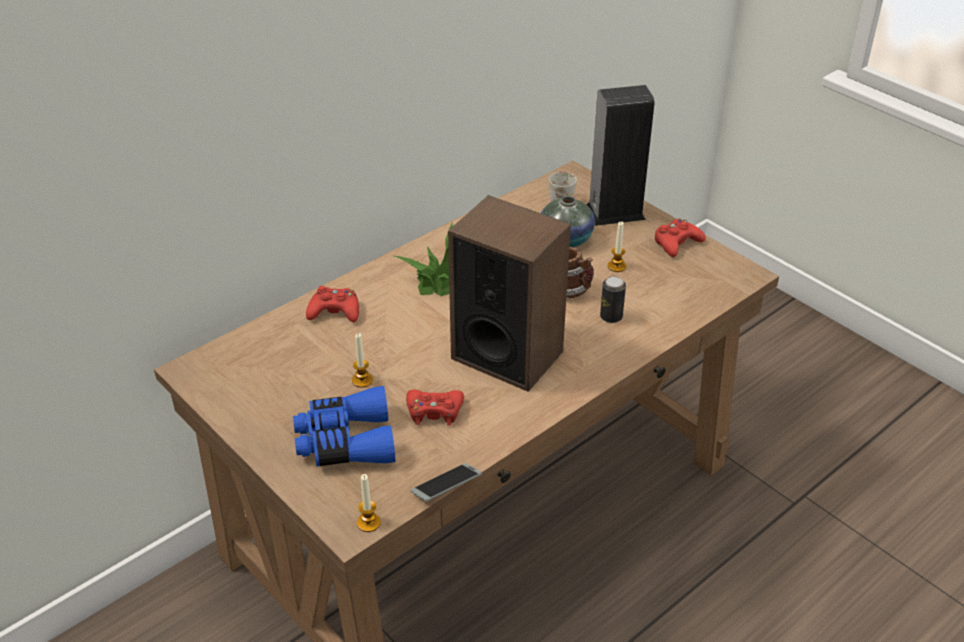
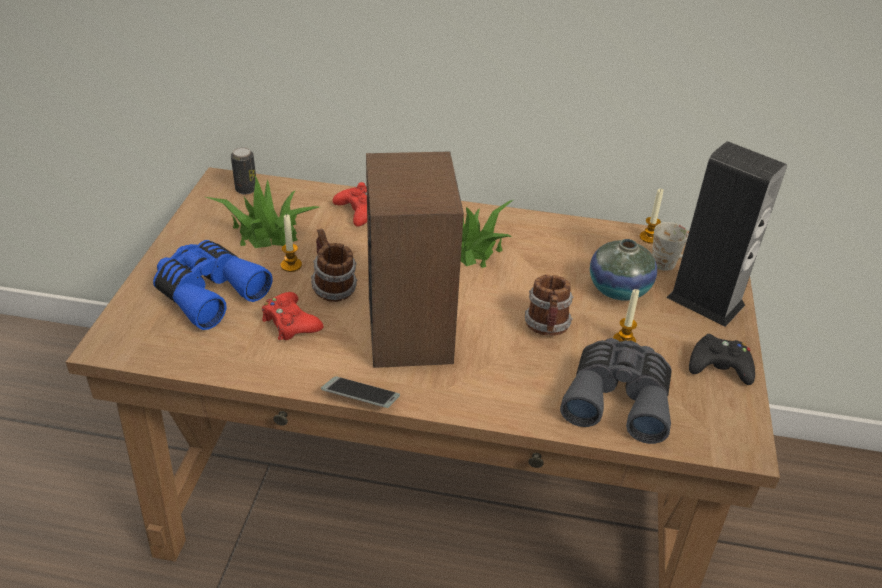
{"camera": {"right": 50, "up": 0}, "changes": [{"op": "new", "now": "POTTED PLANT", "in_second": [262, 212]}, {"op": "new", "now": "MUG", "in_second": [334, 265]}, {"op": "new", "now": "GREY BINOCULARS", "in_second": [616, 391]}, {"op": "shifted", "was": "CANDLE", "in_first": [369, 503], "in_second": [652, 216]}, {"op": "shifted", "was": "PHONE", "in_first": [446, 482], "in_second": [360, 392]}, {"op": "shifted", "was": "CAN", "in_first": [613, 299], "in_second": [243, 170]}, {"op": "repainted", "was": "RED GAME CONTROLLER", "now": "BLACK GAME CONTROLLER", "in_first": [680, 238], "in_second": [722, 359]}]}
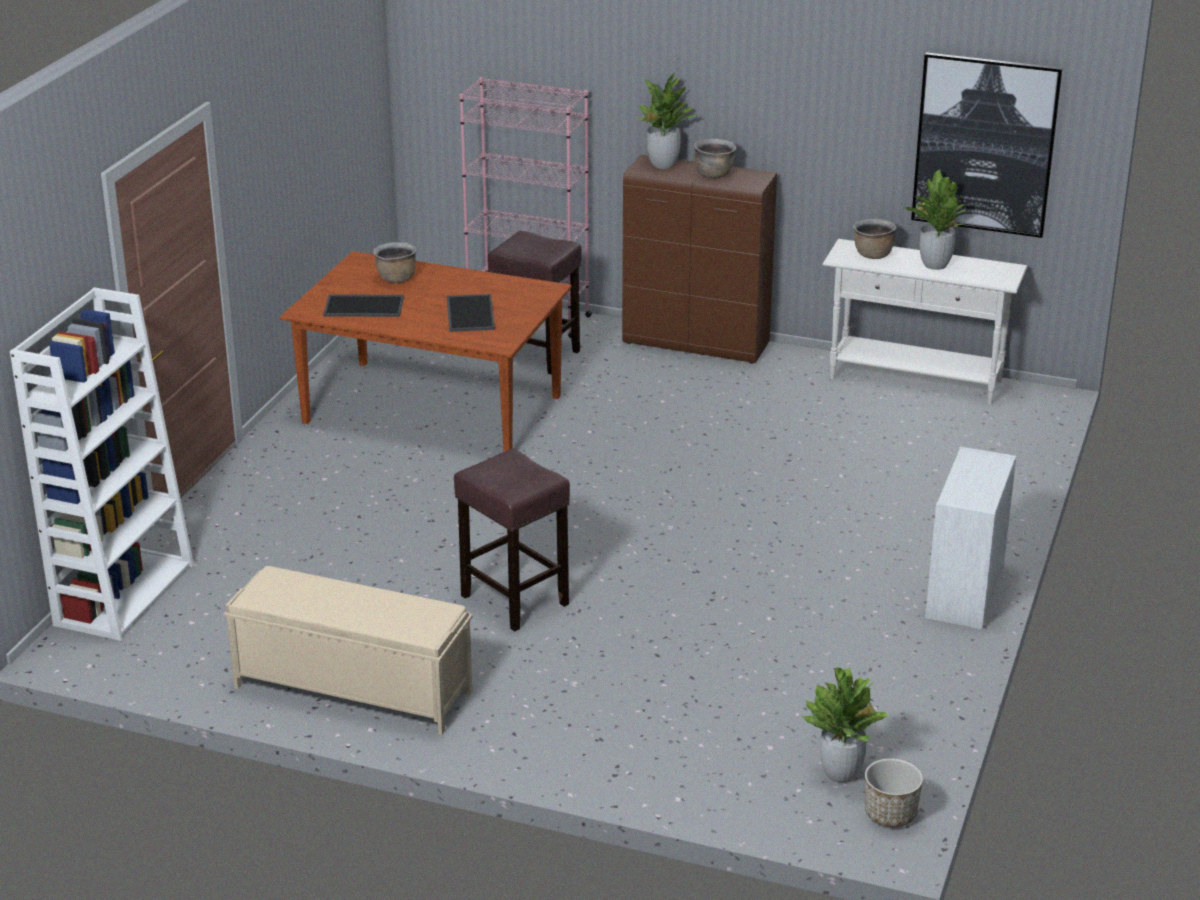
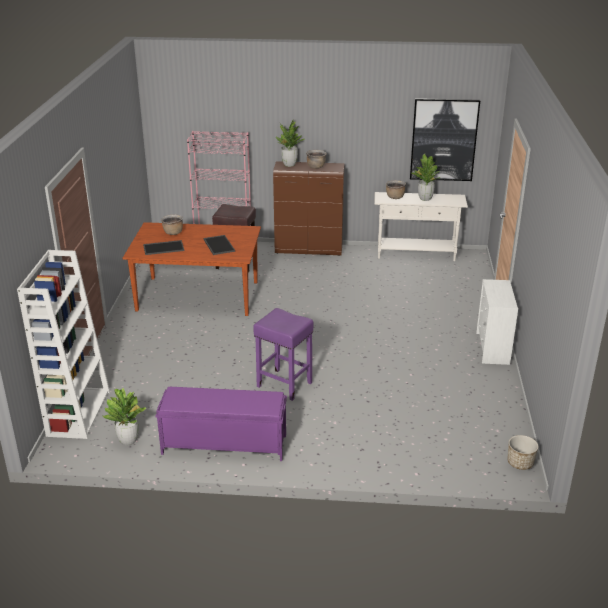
{"camera": {"right": -15, "up": 0}, "changes": [{"op": "shifted", "was": "POTTED PLANT", "in_first": [845, 725], "in_second": [124, 417]}, {"op": "repainted", "was": "BEIGE BENCH", "now": "PURPLE BENCH", "in_first": [348, 650], "in_second": [221, 424]}, {"op": "repainted", "was": "BROWN STOOL", "now": "PURPLE STOOL", "in_first": [512, 540], "in_second": [283, 354]}]}
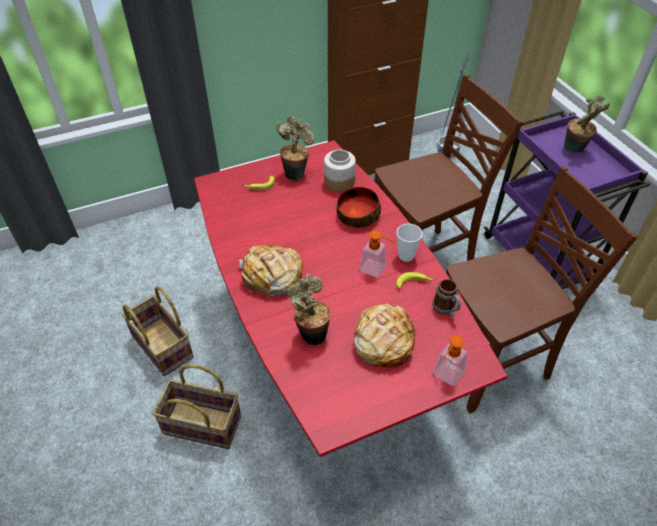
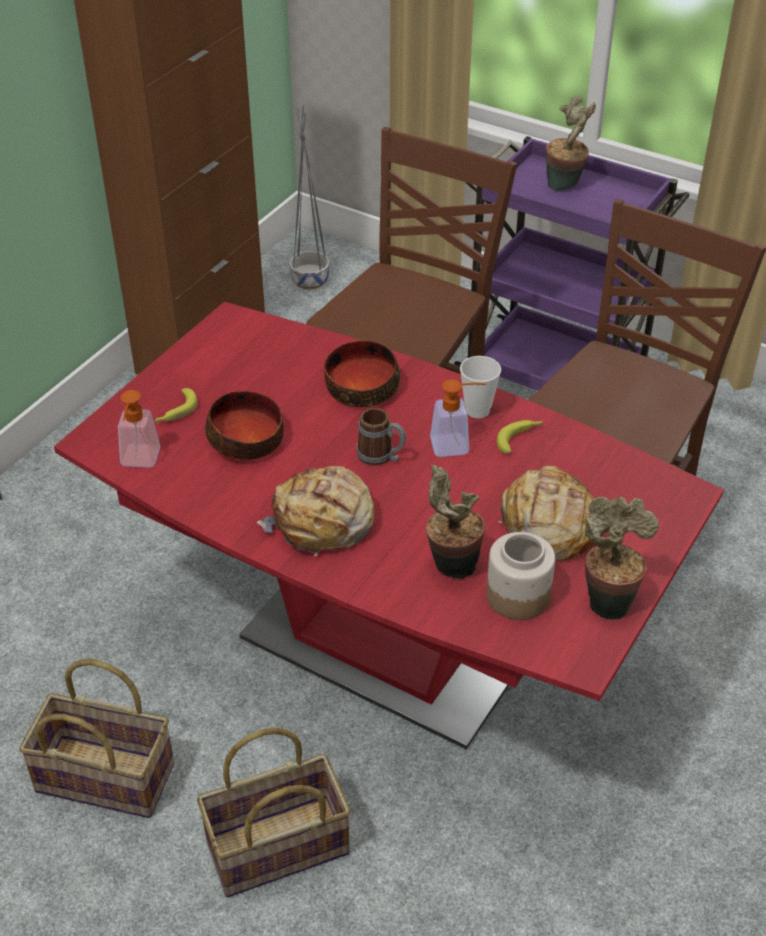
{"camera": {"right": -35, "up": -5}, "changes": [{"op": "new", "now": "BOWL", "in_second": [244, 425]}, {"op": "shifted", "was": "POTTED PLANT", "in_first": [295, 148], "in_second": [622, 558]}, {"op": "shifted", "was": "JAR", "in_first": [340, 170], "in_second": [520, 576]}, {"op": "shifted", "was": "MUG", "in_first": [446, 298], "in_second": [381, 437]}, {"op": "shifted", "was": "SOAP DISPENSER", "in_first": [450, 360], "in_second": [139, 429]}]}
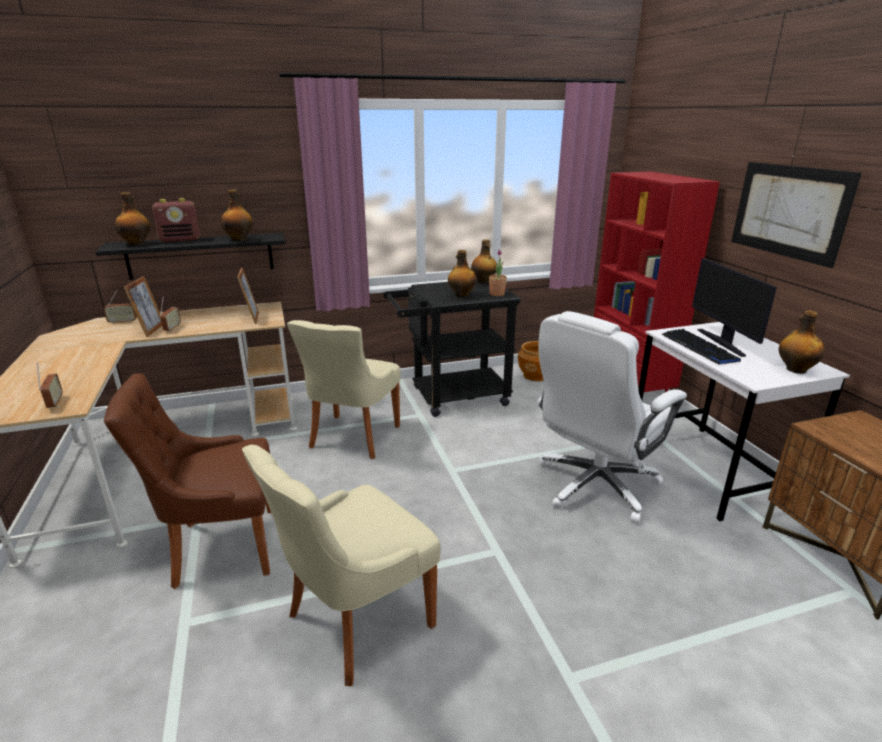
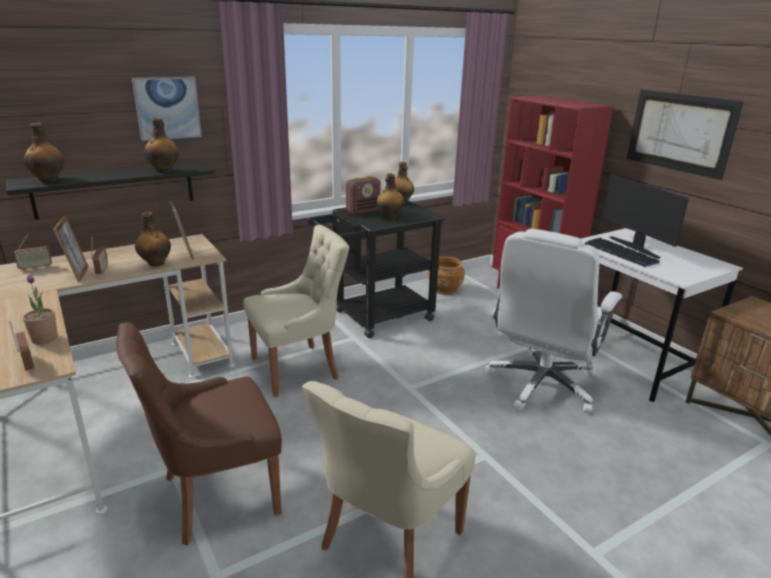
{"camera": {"right": -15, "up": 0}, "changes": [{"op": "new", "now": "PICTURE", "in_second": [167, 109]}, {"op": "shifted", "was": "RADIO", "in_first": [176, 220], "in_second": [363, 195]}, {"op": "shifted", "was": "POTTED PLANT", "in_first": [498, 273], "in_second": [40, 310]}, {"op": "shifted", "was": "BOTTLE", "in_first": [802, 342], "in_second": [153, 239]}, {"op": "rotated", "was": "BEIGE CHAIR", "in_first": [344, 389], "in_second": [296, 311], "clockwise": -120}]}
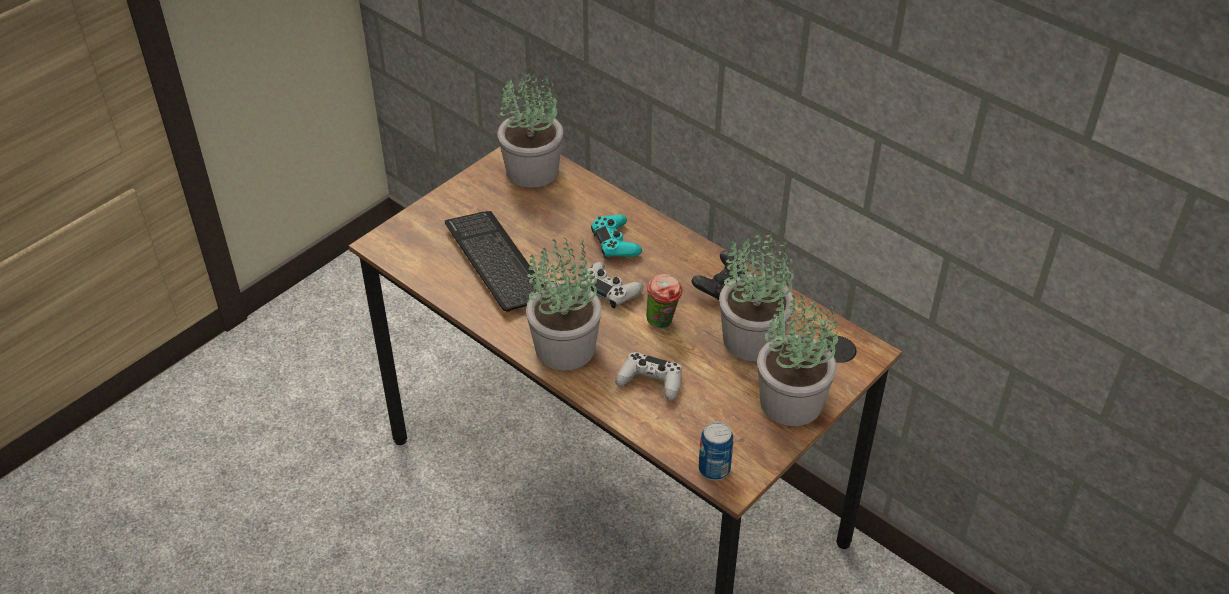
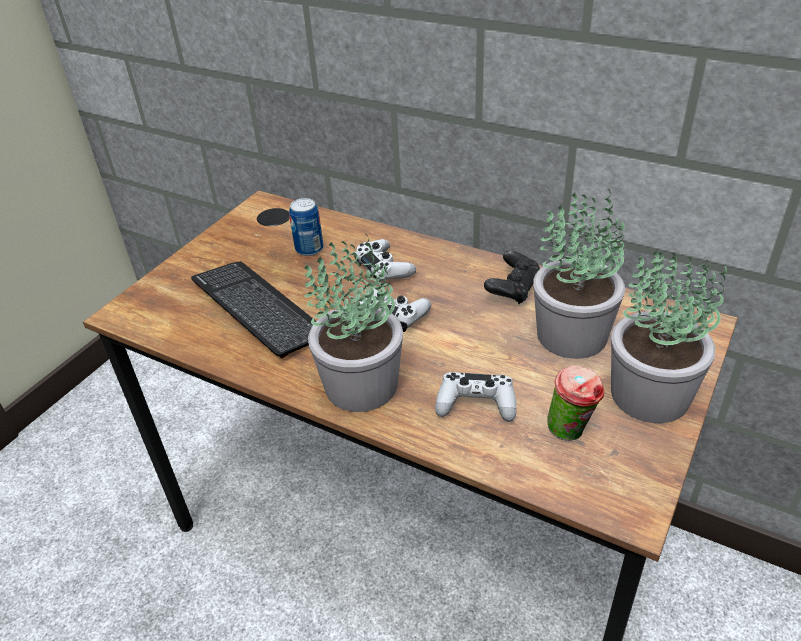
{"camera": {"right": -10, "up": -5}, "changes": [{"op": "gone", "was": "POTTED PLANT", "in_first": [530, 128]}, {"op": "shifted", "was": "CUP", "in_first": [664, 301], "in_second": [575, 403]}, {"op": "shifted", "was": "CAN", "in_first": [716, 451], "in_second": [306, 227]}, {"op": "repainted", "was": "TURQUOISE GAME CONTROLLER", "now": "WHITE GAME CONTROLLER", "in_first": [616, 236], "in_second": [385, 261]}]}
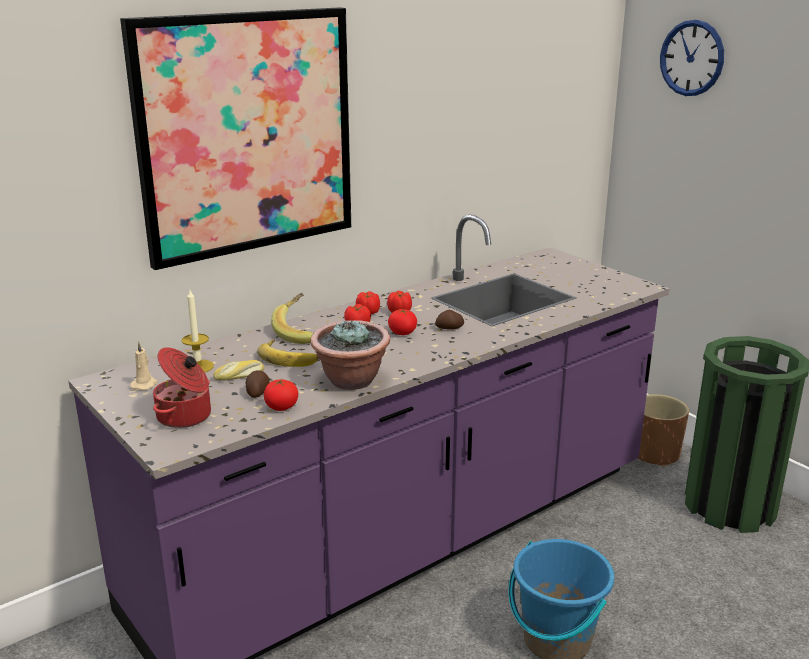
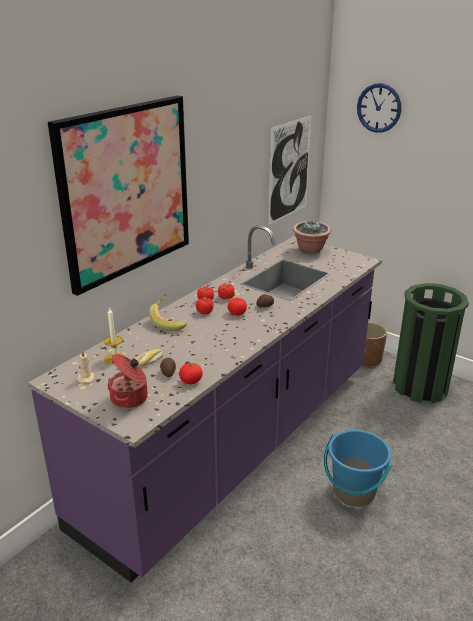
{"camera": {"right": -15, "up": 5}, "changes": [{"op": "gone", "was": "BANANA", "in_first": [288, 353]}, {"op": "new", "now": "PICTURE", "in_second": [289, 170]}, {"op": "shifted", "was": "POTTED PLANT", "in_first": [350, 354], "in_second": [312, 237]}]}
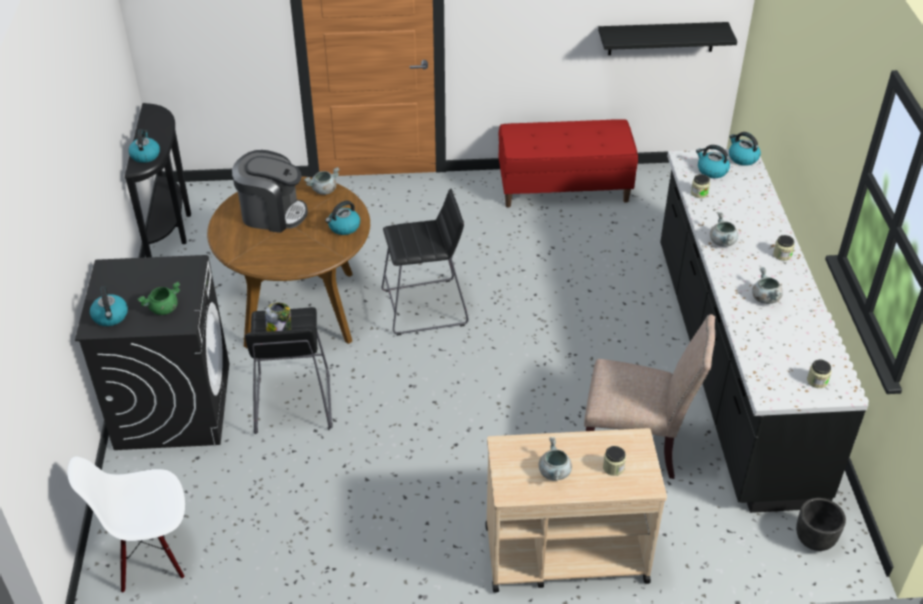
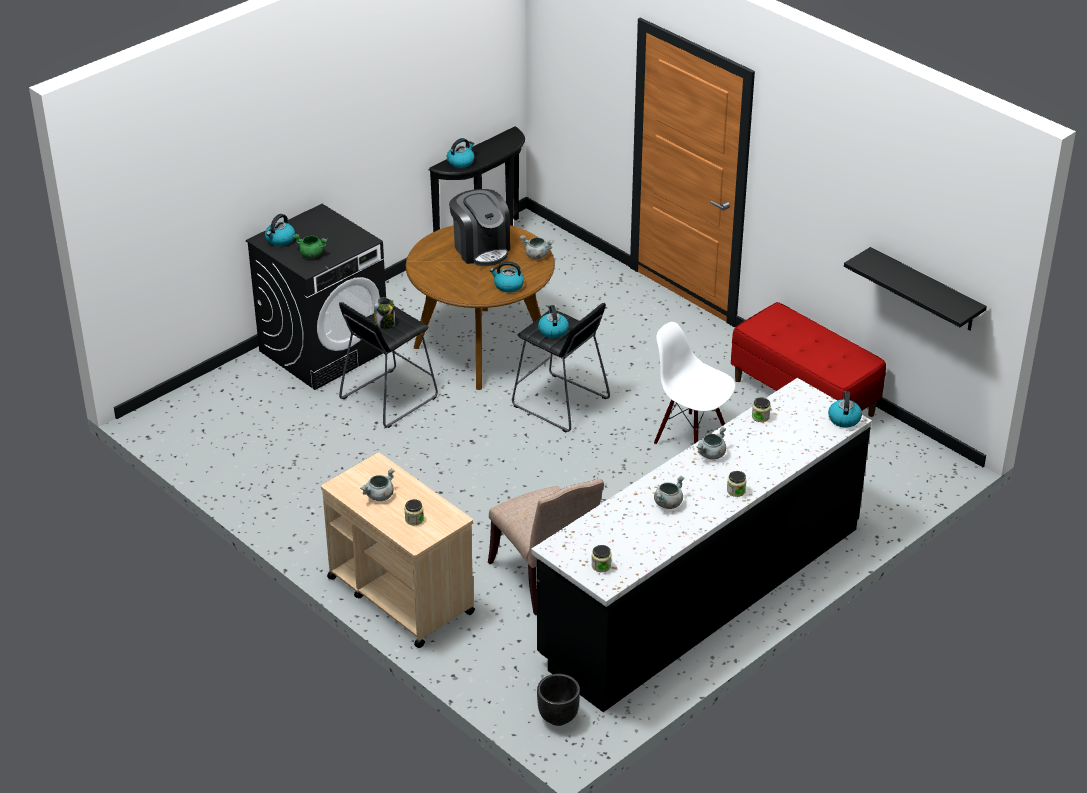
{"camera": {"right": 50, "up": -5}, "changes": [{"op": "shifted", "was": "WHITE CHAIR", "in_first": [126, 524], "in_second": [694, 383]}, {"op": "shifted", "was": "KETTLE", "in_first": [713, 161], "in_second": [553, 321]}]}
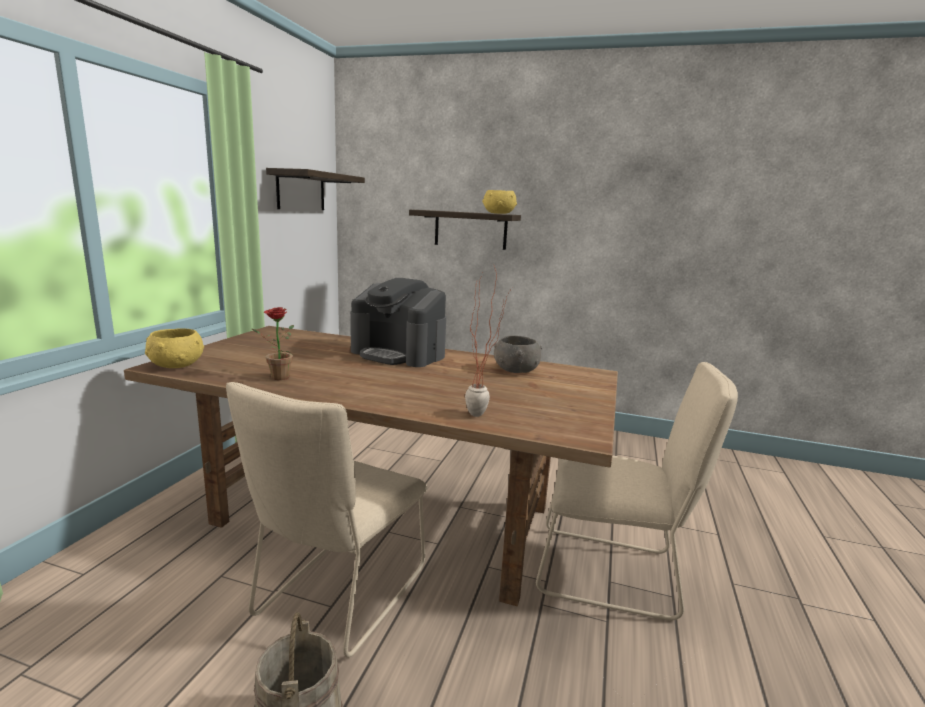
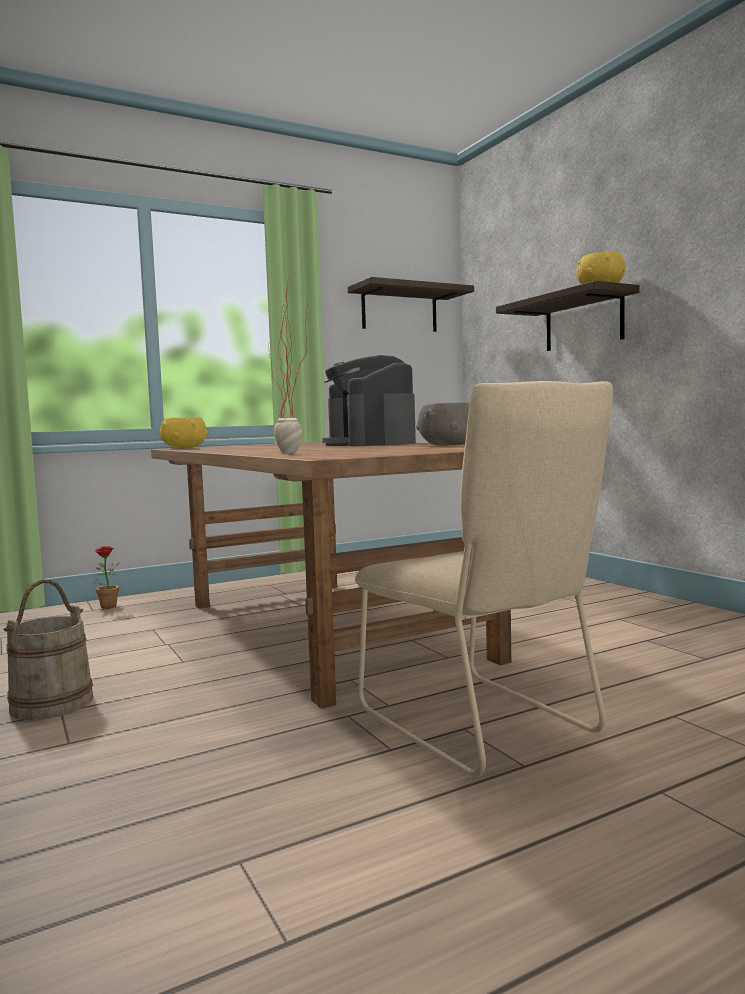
{"camera": {"right": 45, "up": -10}, "changes": [{"op": "gone", "was": "BEIGE CHAIR", "in_first": [326, 520]}, {"op": "shifted", "was": "POTTED PLANT", "in_first": [272, 343], "in_second": [105, 577]}]}
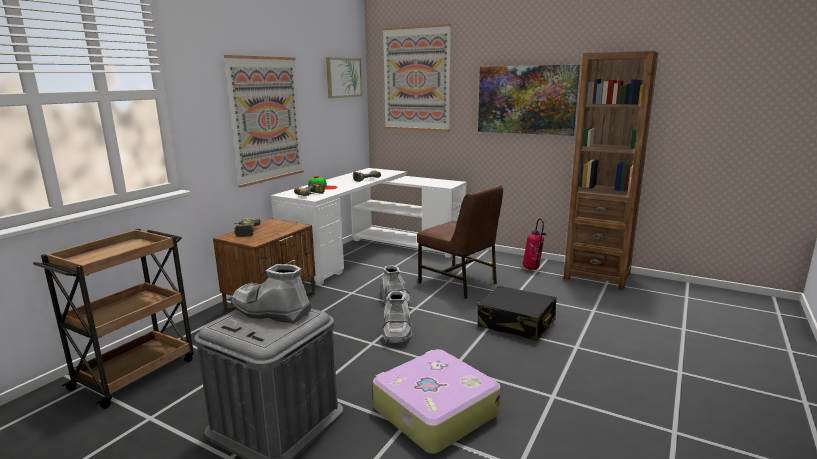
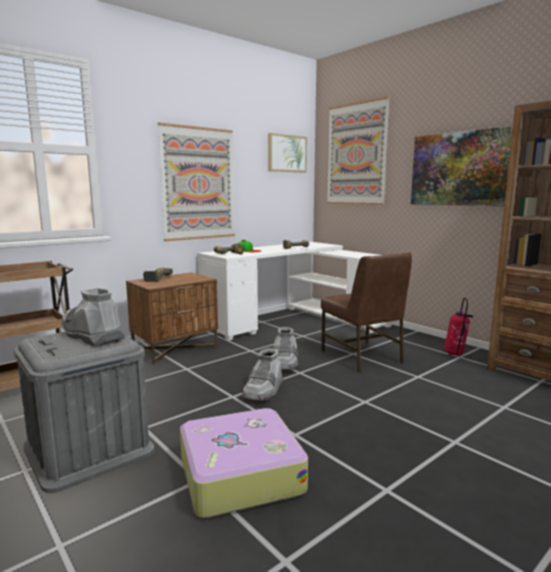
{"camera": {"right": 20, "up": -5}, "changes": [{"op": "gone", "was": "BLACK SUITCASE", "in_first": [517, 313]}]}
